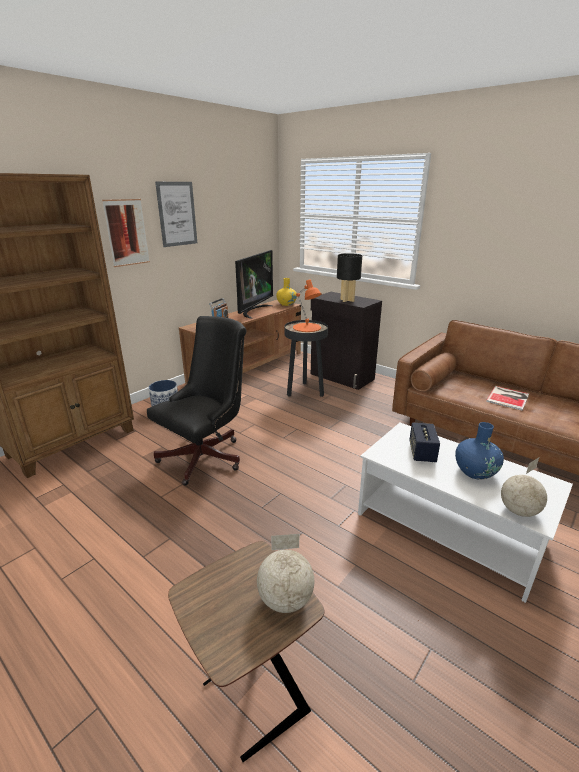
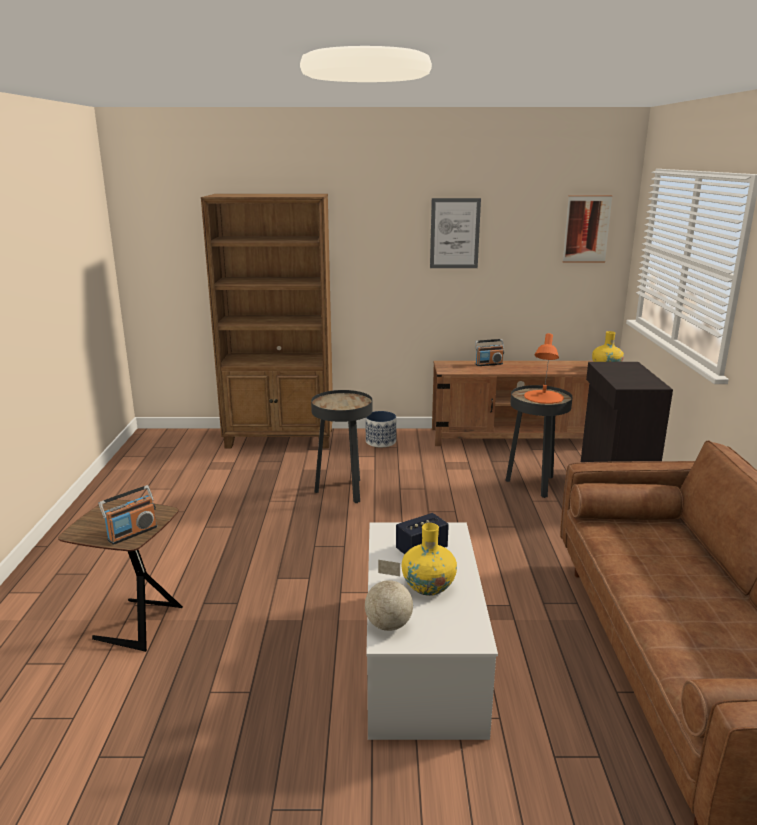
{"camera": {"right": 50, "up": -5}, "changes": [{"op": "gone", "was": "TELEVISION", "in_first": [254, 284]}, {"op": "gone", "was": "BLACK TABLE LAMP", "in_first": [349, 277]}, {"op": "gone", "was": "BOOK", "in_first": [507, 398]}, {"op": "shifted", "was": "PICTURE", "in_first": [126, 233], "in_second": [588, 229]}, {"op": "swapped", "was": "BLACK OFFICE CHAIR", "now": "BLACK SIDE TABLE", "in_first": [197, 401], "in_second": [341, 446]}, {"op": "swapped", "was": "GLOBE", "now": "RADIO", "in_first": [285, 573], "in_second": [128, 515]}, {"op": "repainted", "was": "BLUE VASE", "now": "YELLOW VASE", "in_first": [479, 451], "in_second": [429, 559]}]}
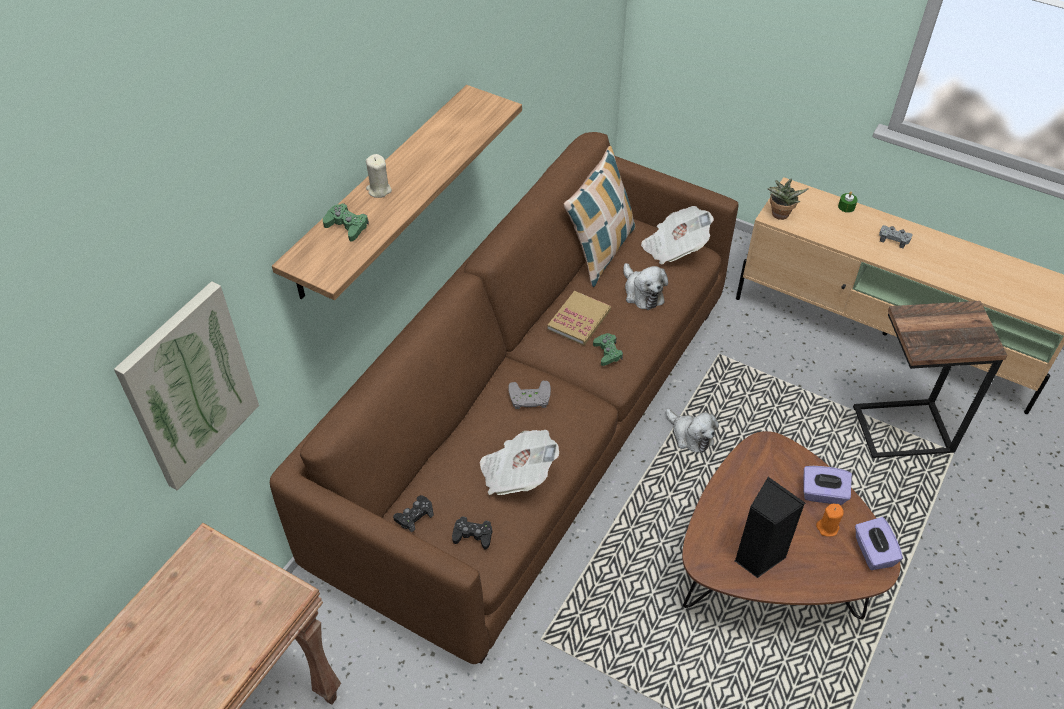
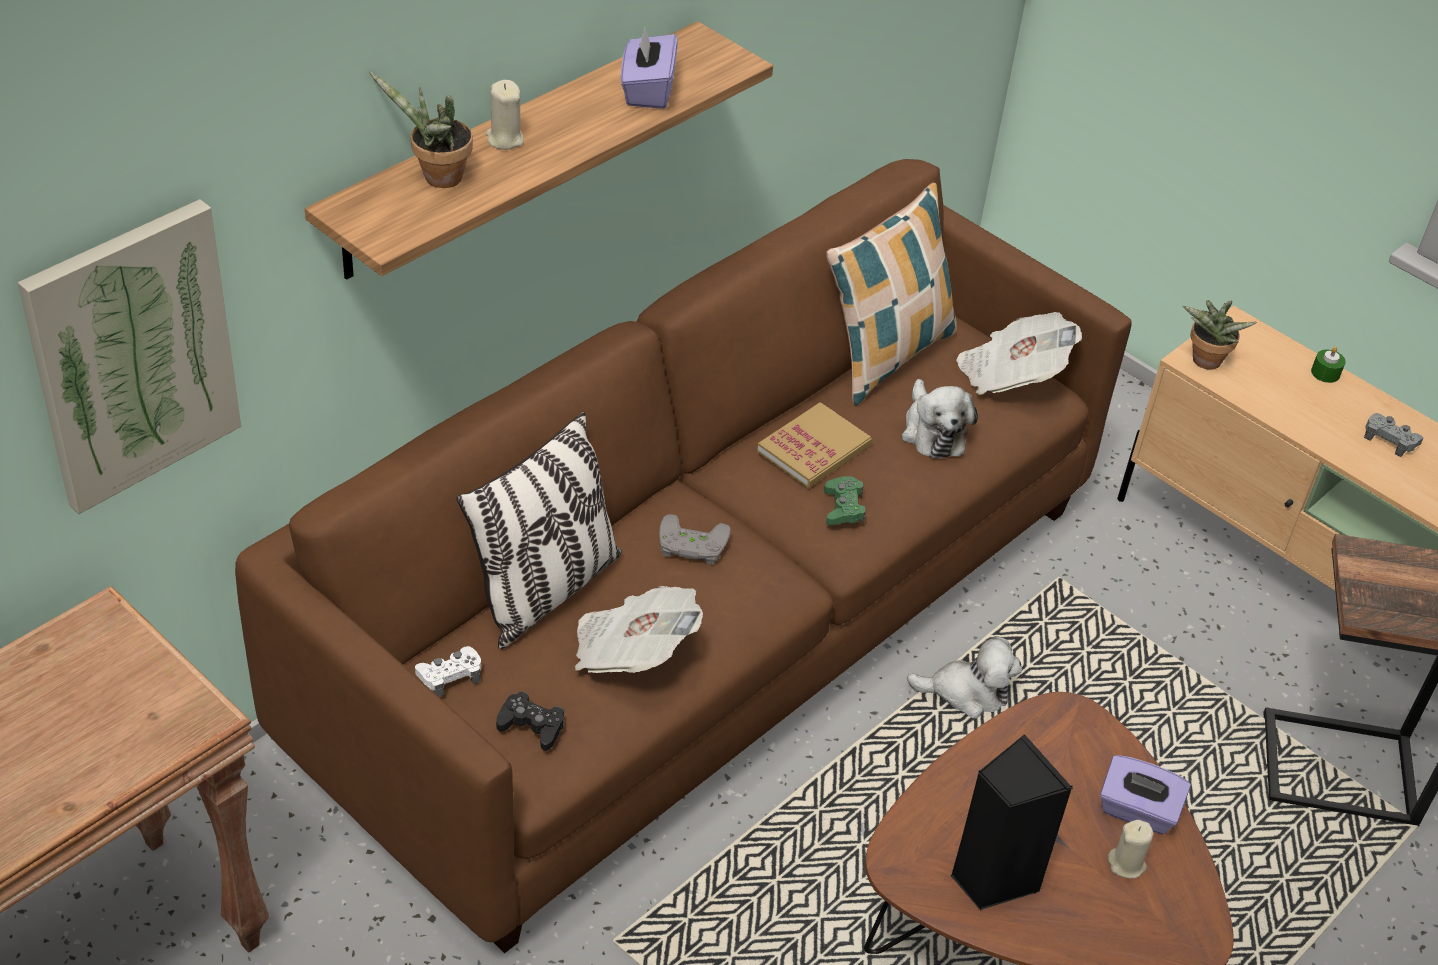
{"camera": {"right": 10, "up": -5}, "changes": [{"op": "new", "now": "PILLOW", "in_second": [539, 530]}, {"op": "shifted", "was": "PURPLE TISSUE BOX", "in_first": [879, 543], "in_second": [649, 68]}, {"op": "swapped", "was": "GREEN GAME CONTROLLER", "now": "POTTED PLANT", "in_first": [346, 222], "in_second": [421, 129]}, {"op": "repainted", "was": "BLACK GAME CONTROLLER", "now": "WHITE GAME CONTROLLER", "in_first": [413, 514], "in_second": [448, 671]}, {"op": "repainted", "was": "ORANGE CANDLE", "now": "BEIGE CANDLE", "in_first": [830, 520], "in_second": [1130, 849]}, {"op": "rotated", "was": "PLUSH TOY", "in_first": [692, 430], "in_second": [964, 677], "clockwise": -60}]}
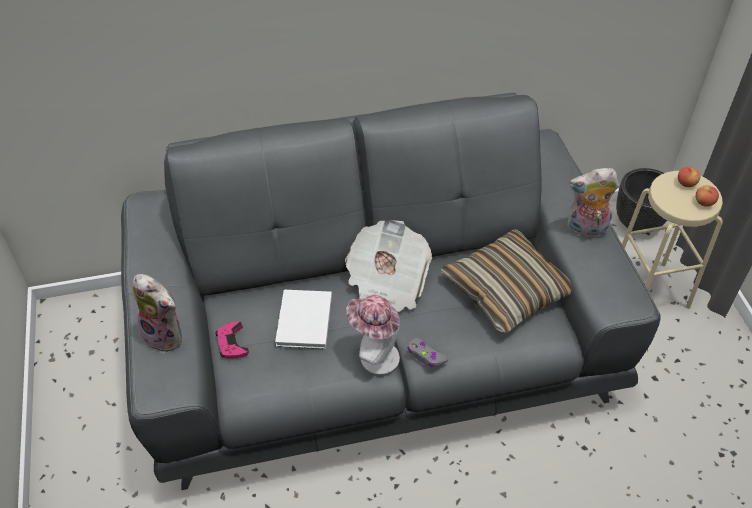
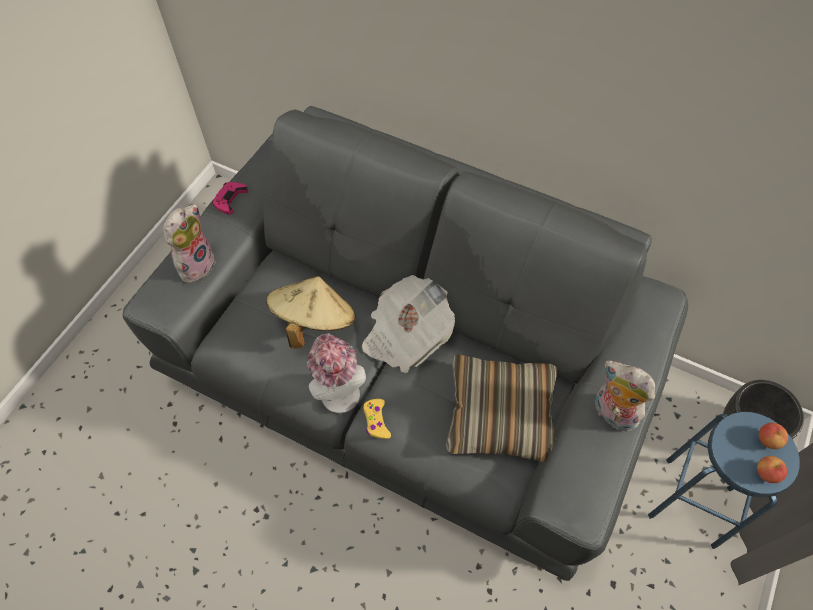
{"camera": {"right": 40, "up": 10}, "changes": [{"op": "shifted", "was": "PINK GAME CONTROLLER", "in_first": [232, 339], "in_second": [230, 198]}, {"op": "swapped", "was": "WHITE BOOK", "now": "BEIGE HAT", "in_first": [303, 319], "in_second": [310, 312]}, {"op": "repainted", "was": "GREY GAME CONTROLLER", "now": "YELLOW GAME CONTROLLER", "in_first": [428, 352], "in_second": [377, 419]}, {"op": "repainted", "was": "BEIGE STOOL", "now": "BLUE STOOL", "in_first": [672, 240], "in_second": [724, 480]}, {"op": "rotated", "was": "PLUSH TOY", "in_first": [157, 313], "in_second": [189, 243], "clockwise": -135}]}
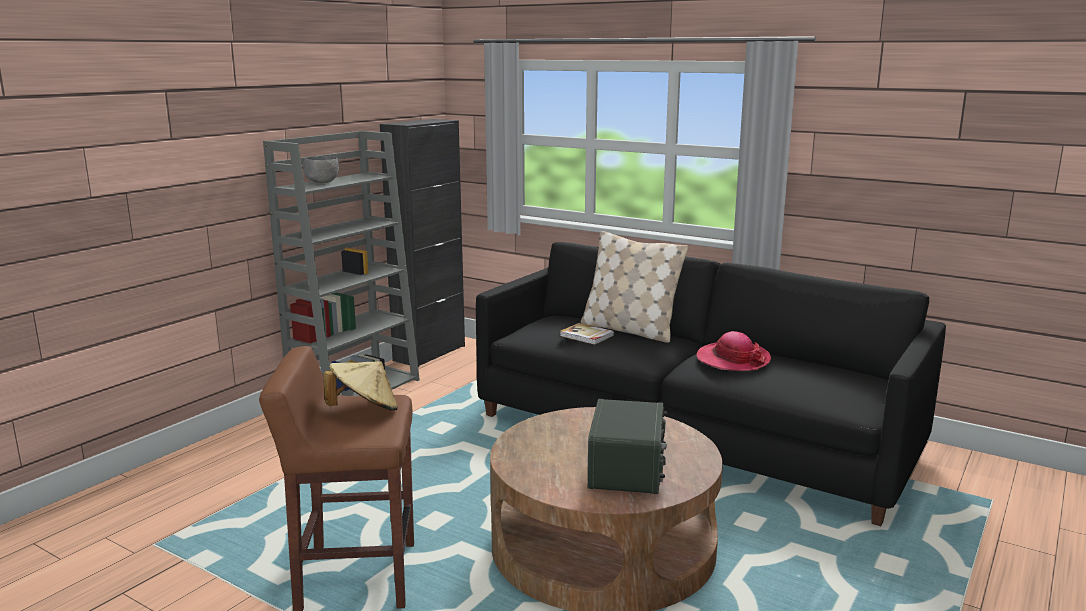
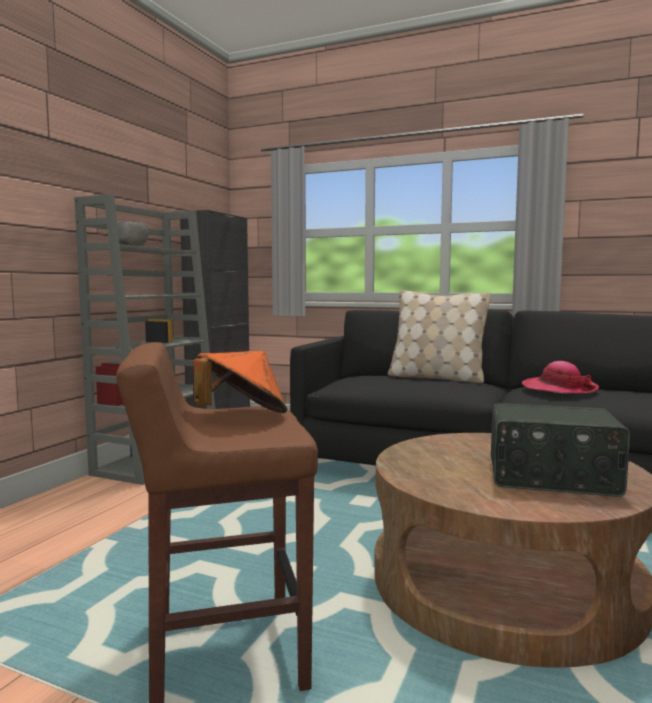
{"camera": {"right": -10, "up": -10}, "changes": [{"op": "gone", "was": "BOOK", "in_first": [587, 334]}, {"op": "repainted", "was": "BEIGE HAT", "now": "ORANGE HAT", "in_first": [360, 386], "in_second": [240, 382]}, {"op": "rotated", "was": "RADIO", "in_first": [627, 446], "in_second": [560, 450], "clockwise": 105}]}
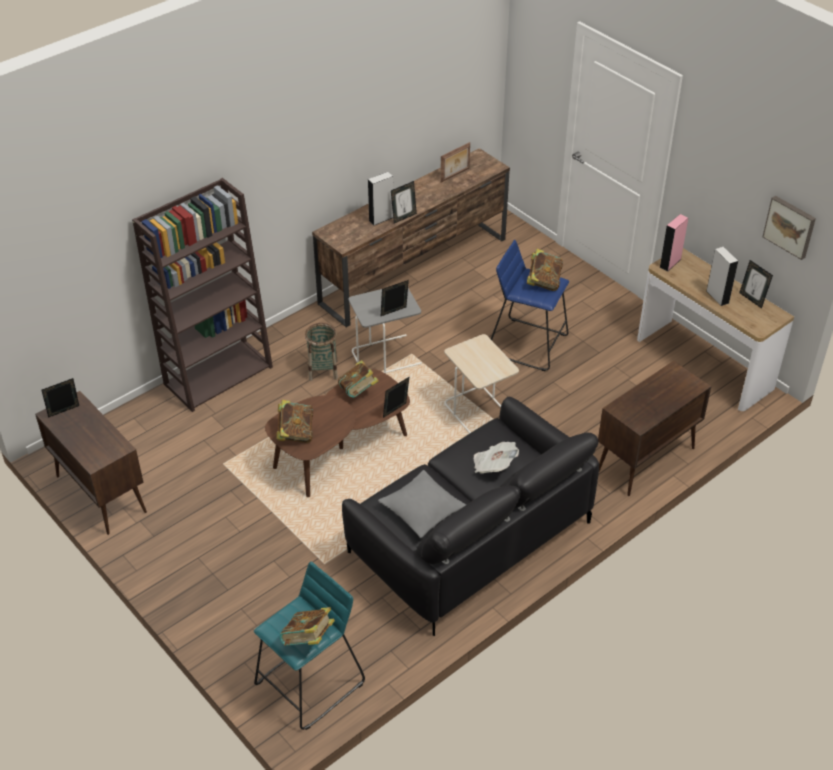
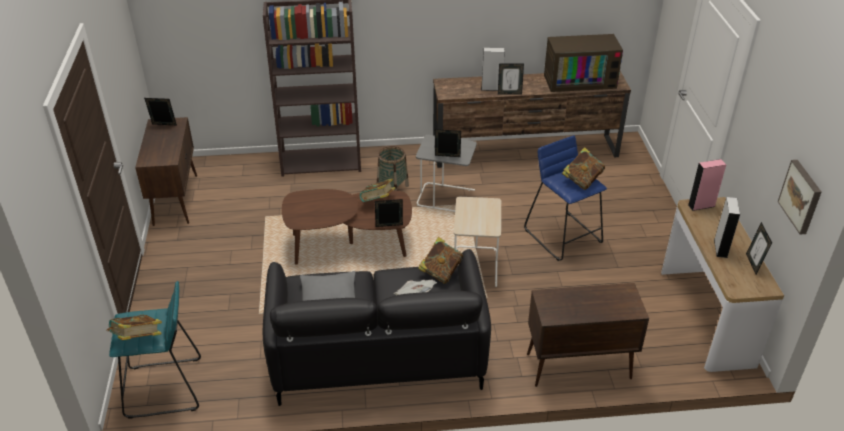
{"camera": {"right": 35, "up": -5}, "changes": [{"op": "shifted", "was": "BOOK", "in_first": [294, 421], "in_second": [440, 260]}, {"op": "swapped", "was": "PICTURE FRAME", "now": "TELEVISION", "in_first": [455, 162], "in_second": [583, 63]}]}
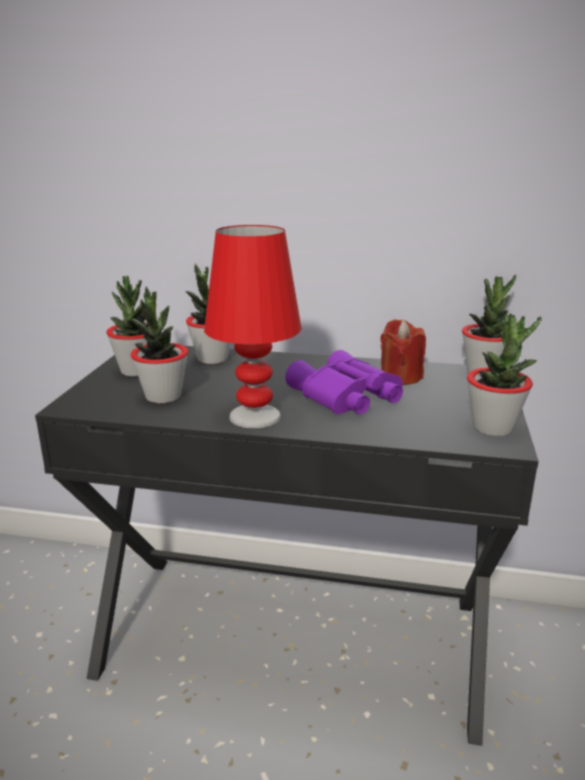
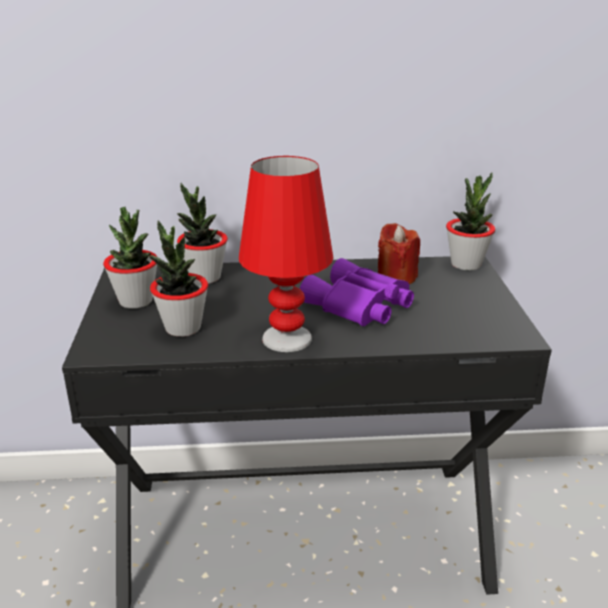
{"camera": {"right": -15, "up": 5}, "changes": [{"op": "gone", "was": "POTTED PLANT", "in_first": [504, 375]}]}
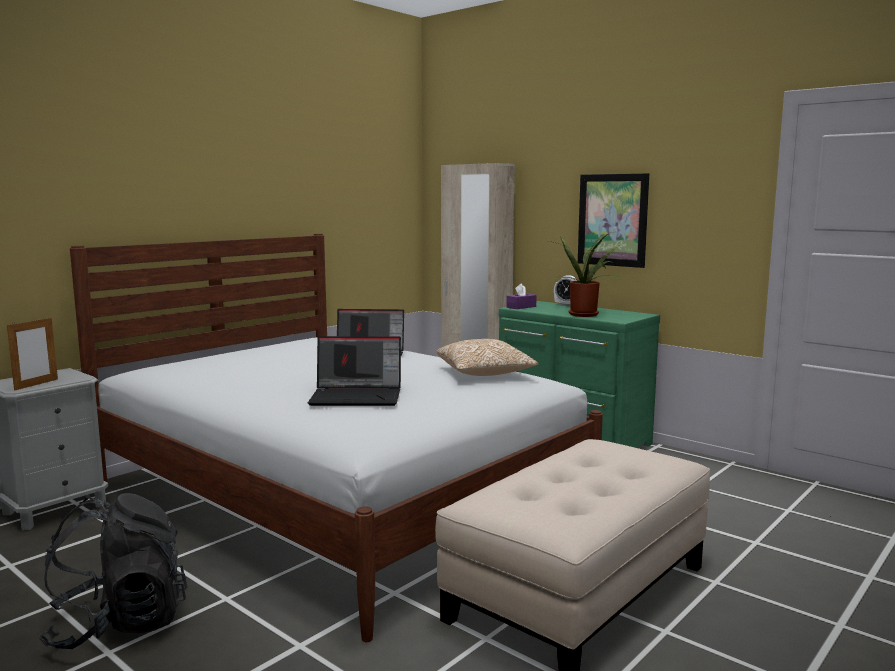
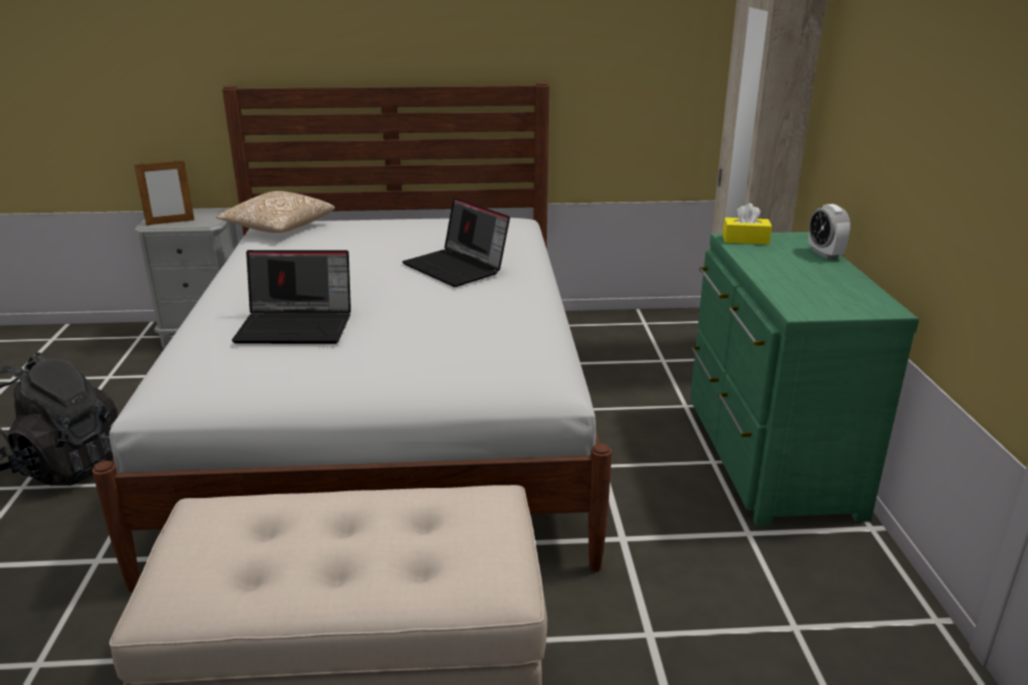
{"camera": {"right": 45, "up": 15}, "changes": [{"op": "gone", "was": "POTTED PLANT", "in_first": [585, 274]}, {"op": "gone", "was": "PICTURE", "in_first": [613, 220]}, {"op": "shifted", "was": "PILLOW", "in_first": [487, 357], "in_second": [275, 212]}, {"op": "repainted", "was": "PURPLE TISSUE BOX", "now": "YELLOW TISSUE BOX", "in_first": [521, 296], "in_second": [747, 224]}, {"op": "rotated", "was": "LAPTOP", "in_first": [354, 371], "in_second": [291, 297], "clockwise": -45}]}
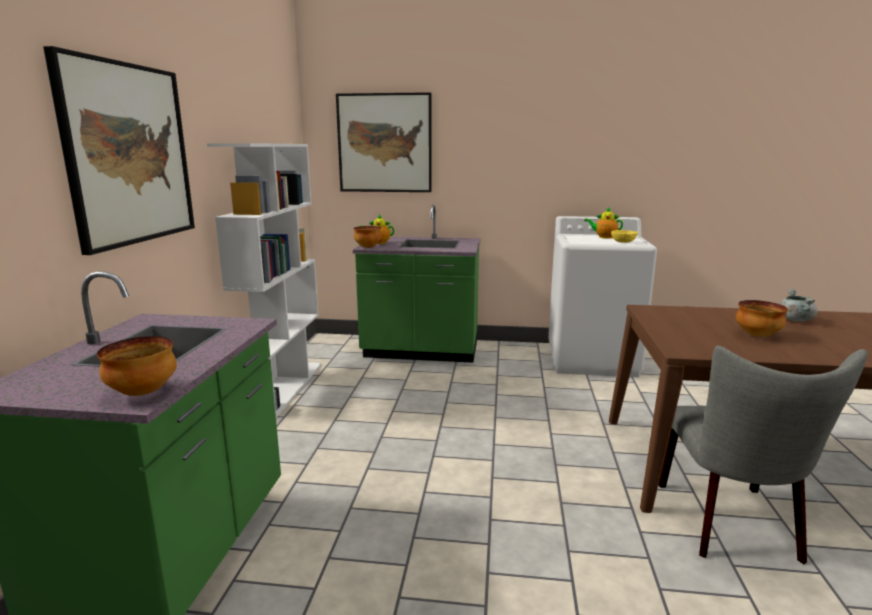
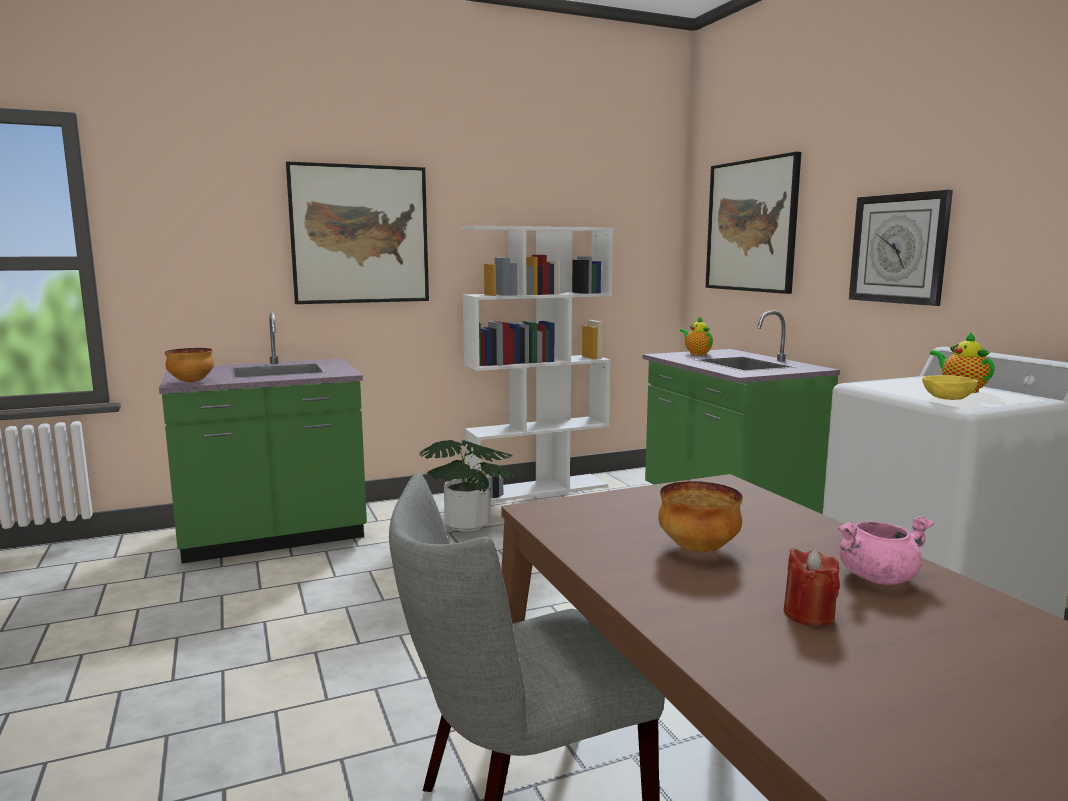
{"camera": {"right": 60, "up": -5}, "changes": [{"op": "gone", "was": "BOWL", "in_first": [368, 237]}, {"op": "new", "now": "POTTED PLANT", "in_second": [466, 486]}, {"op": "new", "now": "RED CANDLE", "in_second": [812, 587]}, {"op": "new", "now": "WALL CLOCK", "in_second": [901, 248]}, {"op": "repainted", "was": "GREY COOKING POT", "now": "PINK COOKING POT", "in_first": [799, 305], "in_second": [886, 550]}]}
